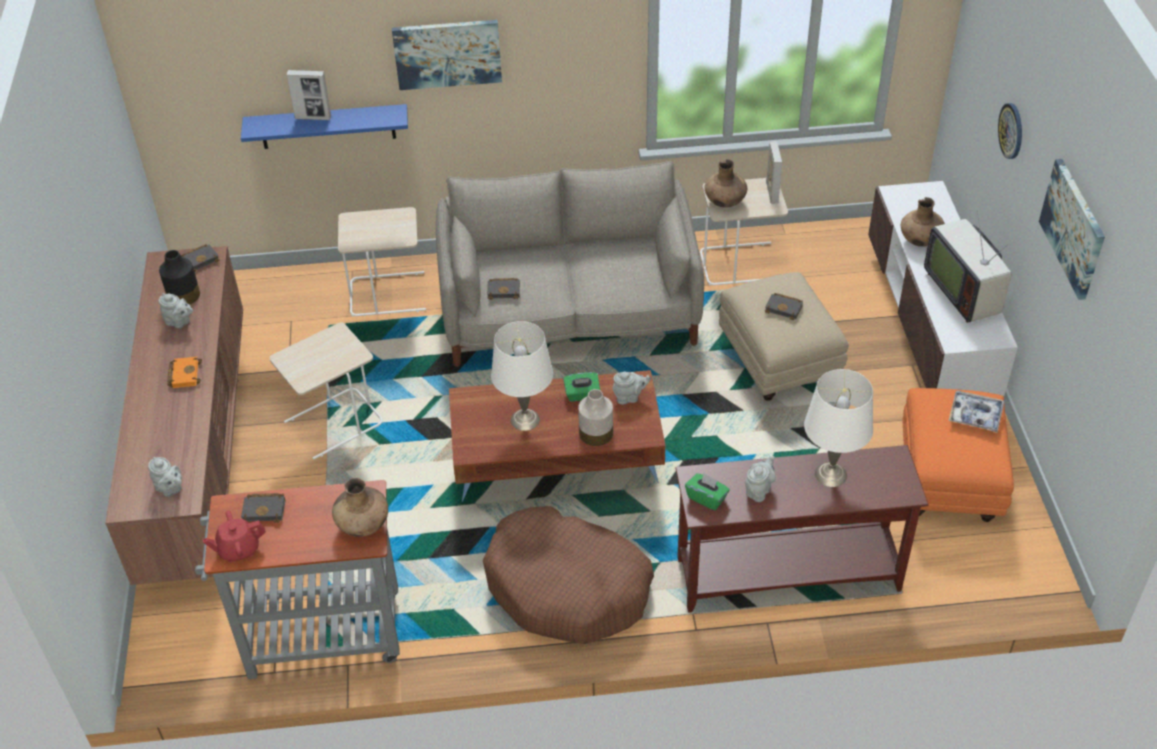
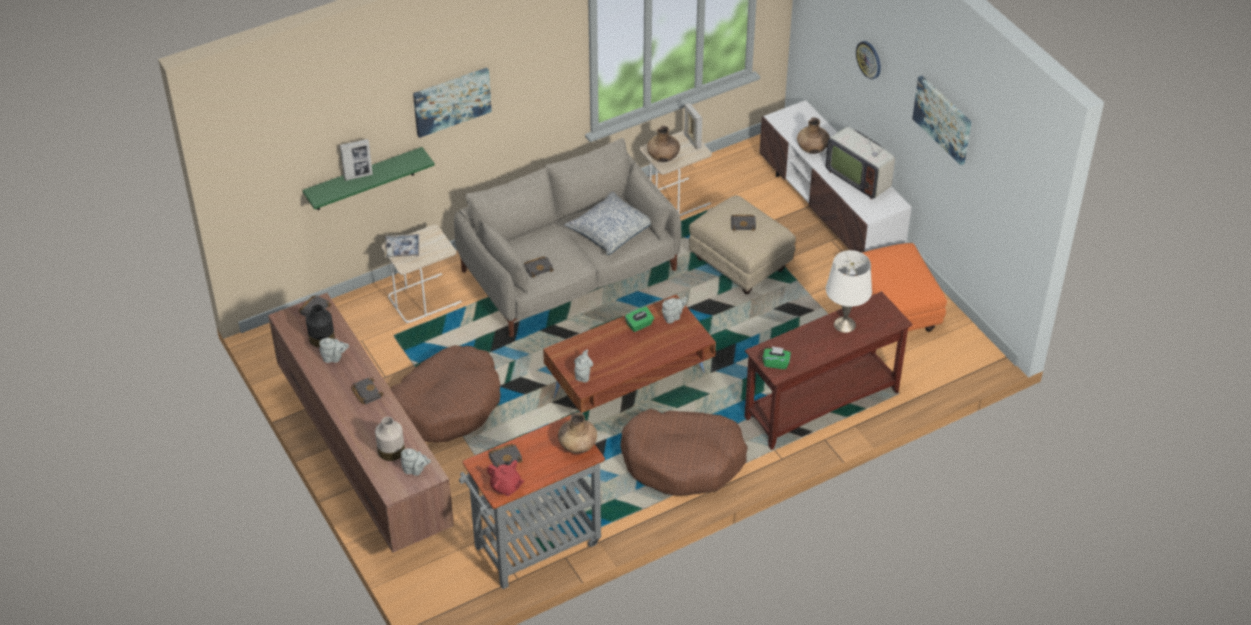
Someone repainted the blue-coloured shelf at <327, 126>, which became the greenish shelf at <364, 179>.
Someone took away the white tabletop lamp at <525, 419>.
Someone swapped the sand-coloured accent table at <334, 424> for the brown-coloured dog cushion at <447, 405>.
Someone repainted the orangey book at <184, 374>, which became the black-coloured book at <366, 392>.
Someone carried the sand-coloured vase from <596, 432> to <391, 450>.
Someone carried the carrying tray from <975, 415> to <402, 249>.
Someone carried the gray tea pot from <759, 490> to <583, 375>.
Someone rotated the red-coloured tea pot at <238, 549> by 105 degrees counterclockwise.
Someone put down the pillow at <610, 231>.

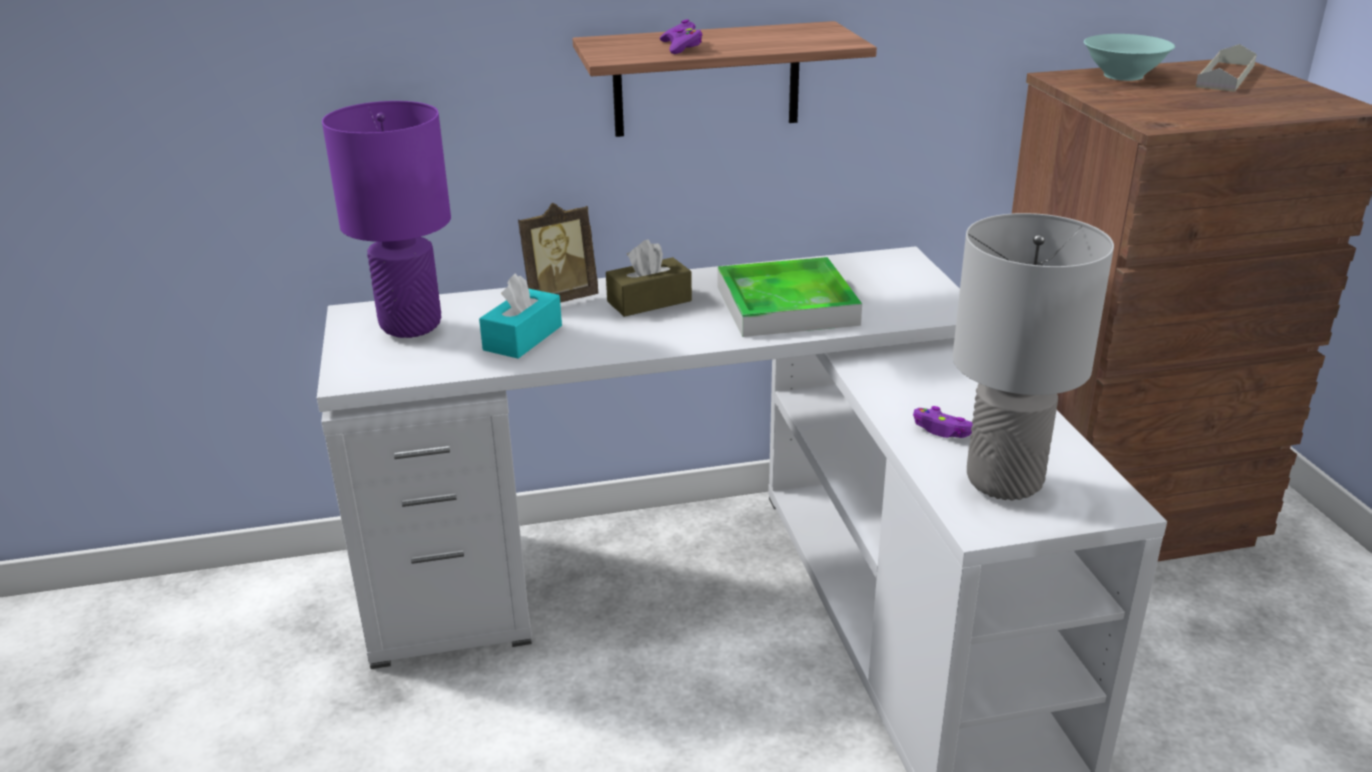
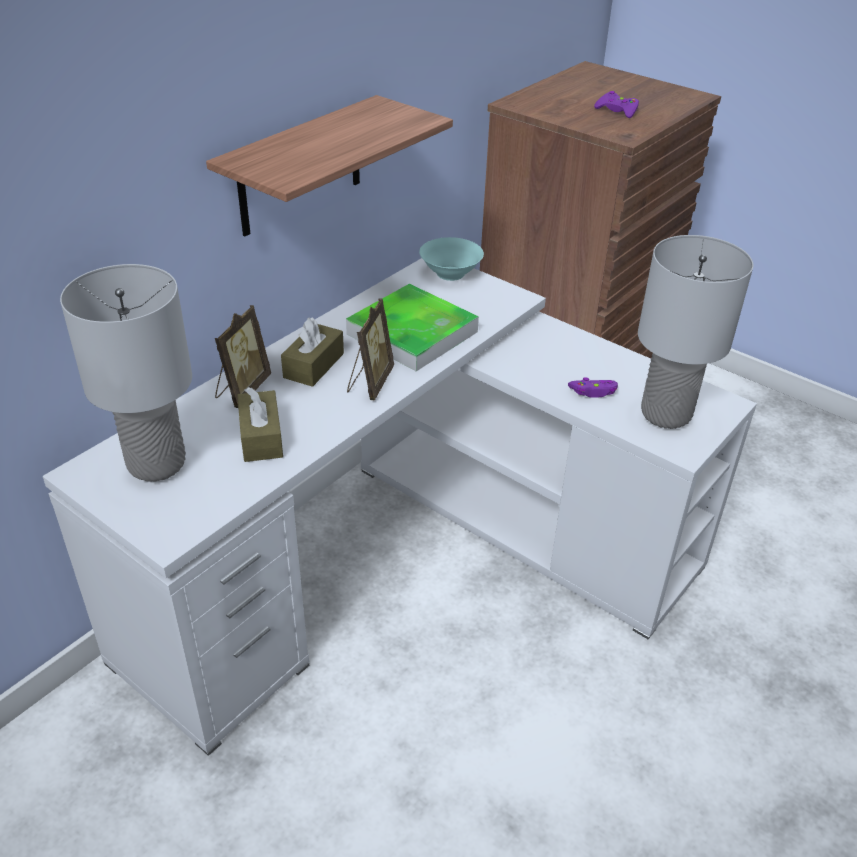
Someone carried the purplish joypad from <681, 47> to <617, 111>.
Someone carried the turquoise-coloured deep dish from <1122, 75> to <449, 273>.
Someone took away the gray carrying tray at <1225, 76>.
Someone repainted the purplish tabletop lamp at <412, 330>, which became the gray tabletop lamp at <158, 468>.
Someone repainted the turquoise-coloured tissue holder at <523, 338>, which became the brown-coloured tissue holder at <261, 437>.
Someone put down the photo frame at <369, 383>.

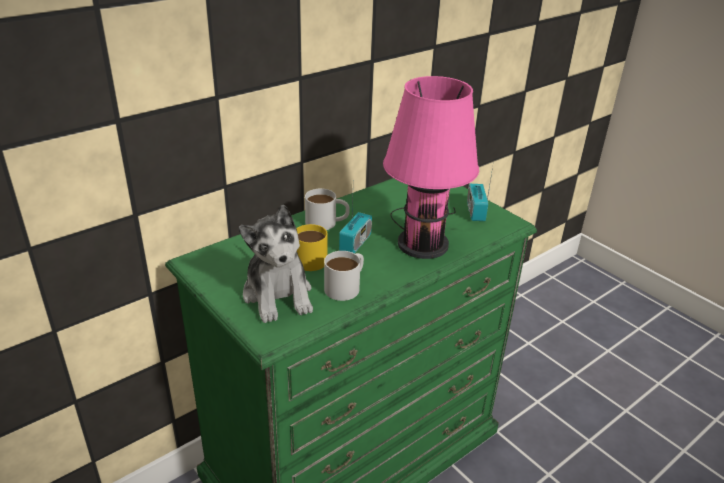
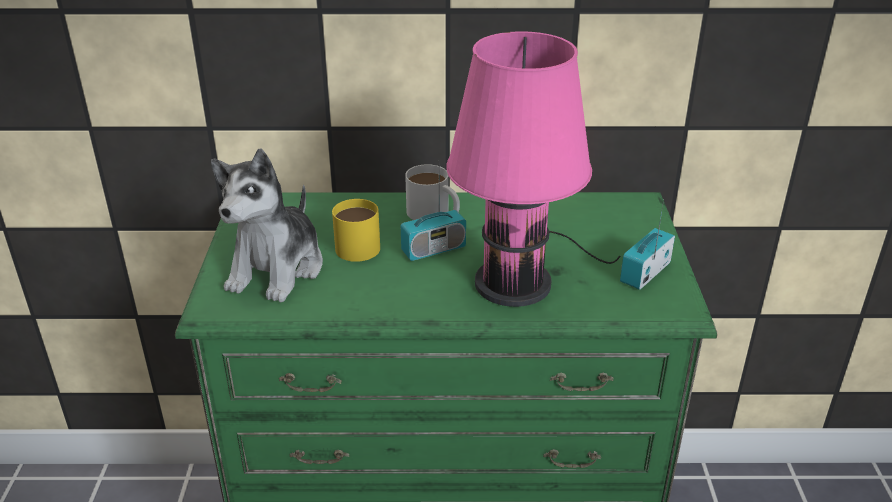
Someone took away the white coffee mug at <346, 286>.

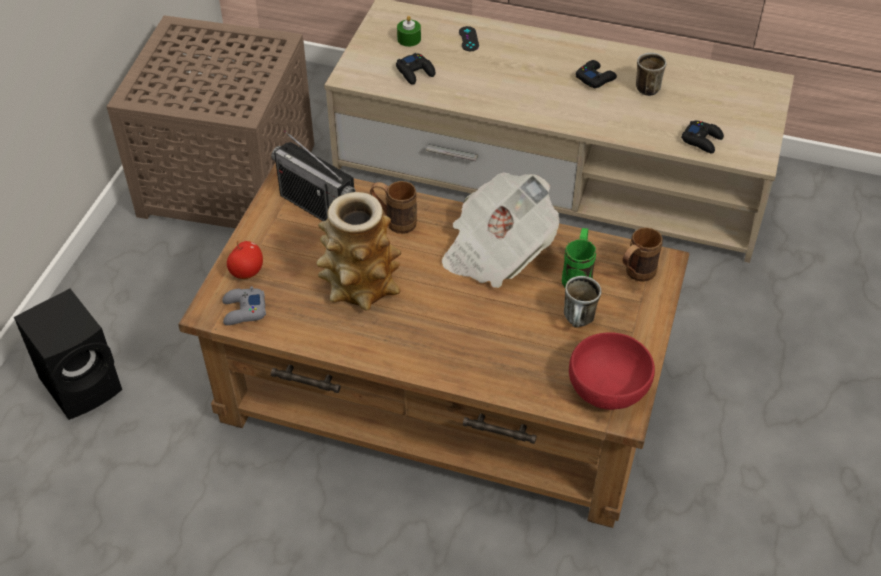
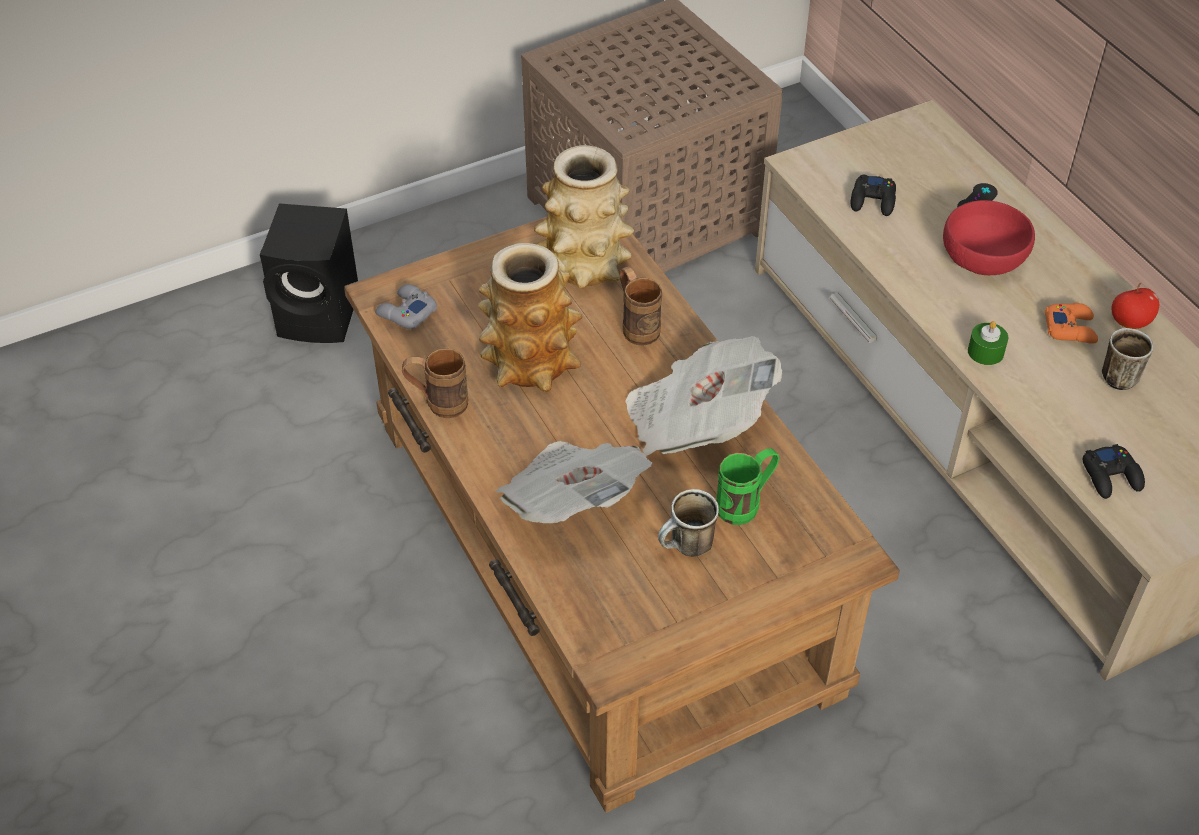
Someone carried the greenish candle from <409, 39> to <985, 352>.
Someone repainted the black-coloured joypad at <595, 78>, which became the orangey joypad at <1070, 328>.
Someone swapped the radio at <318, 208> for the vase at <584, 265>.
Someone carried the brown-coloured coffee mug from <635, 275> to <438, 403>.
Someone carried the apple fruit from <247, 272> to <1130, 322>.
Someone carried the red-coloured deep dish from <609, 386> to <984, 258>.
Someone put down the daily paper at <572, 503>.

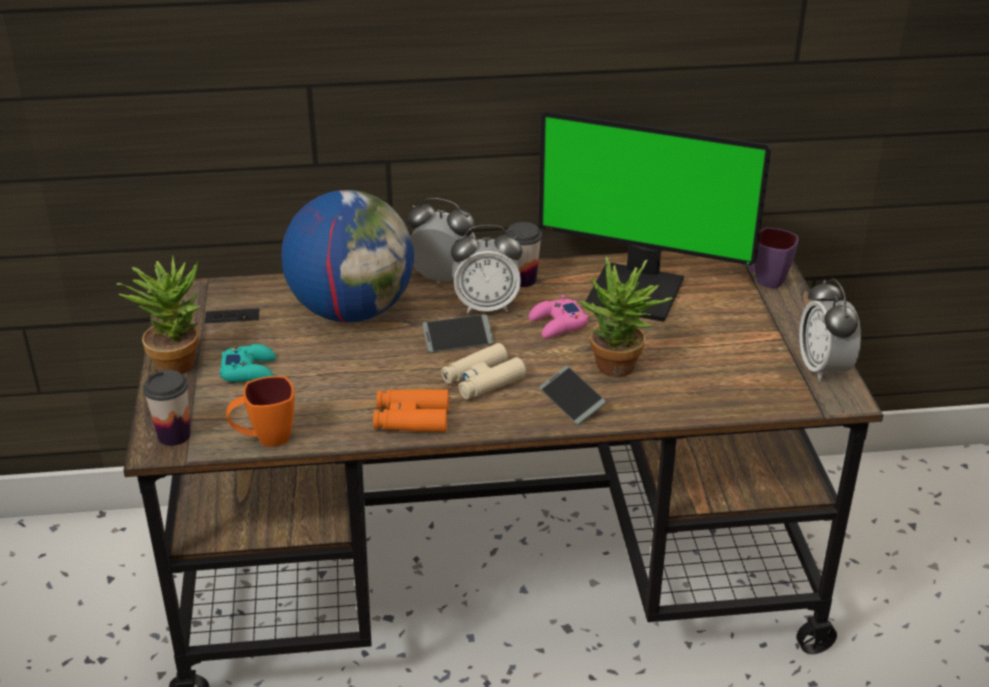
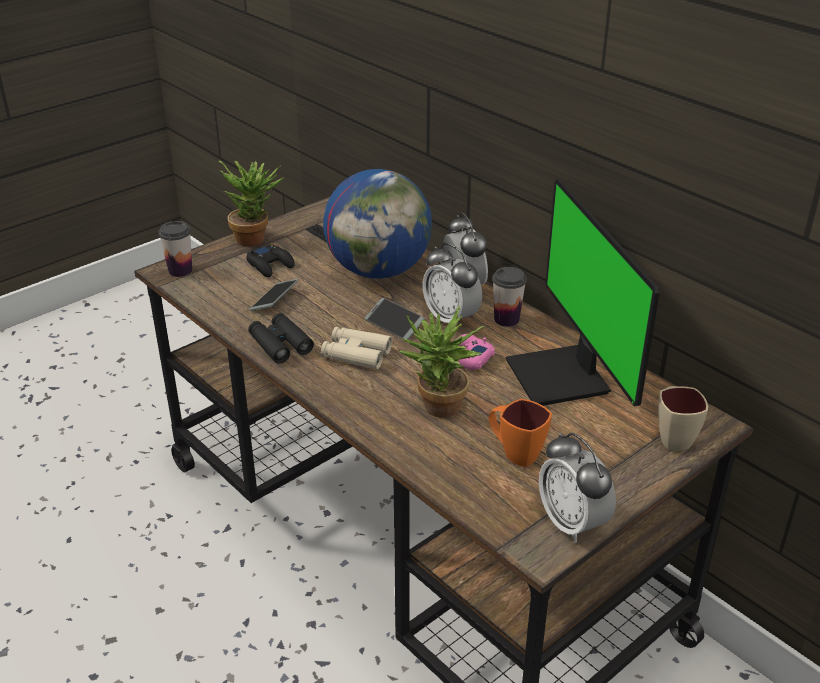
Someone repainted the purplish coffee mug at <762, 279>, which became the sand-coloured coffee mug at <672, 436>.
Someone rotated the bedside clock at <823, 369> by 75 degrees counterclockwise.
Someone repainted the turquoise-coloured joypad at <250, 371>, which became the black-coloured joypad at <270, 265>.
Someone carried the telephone from <572, 401> to <274, 300>.
Someone carried the orangey coffee mug from <264, 439> to <515, 453>.
Someone repainted the orangey binoculars at <411, 419>, which became the black-coloured binoculars at <280, 344>.

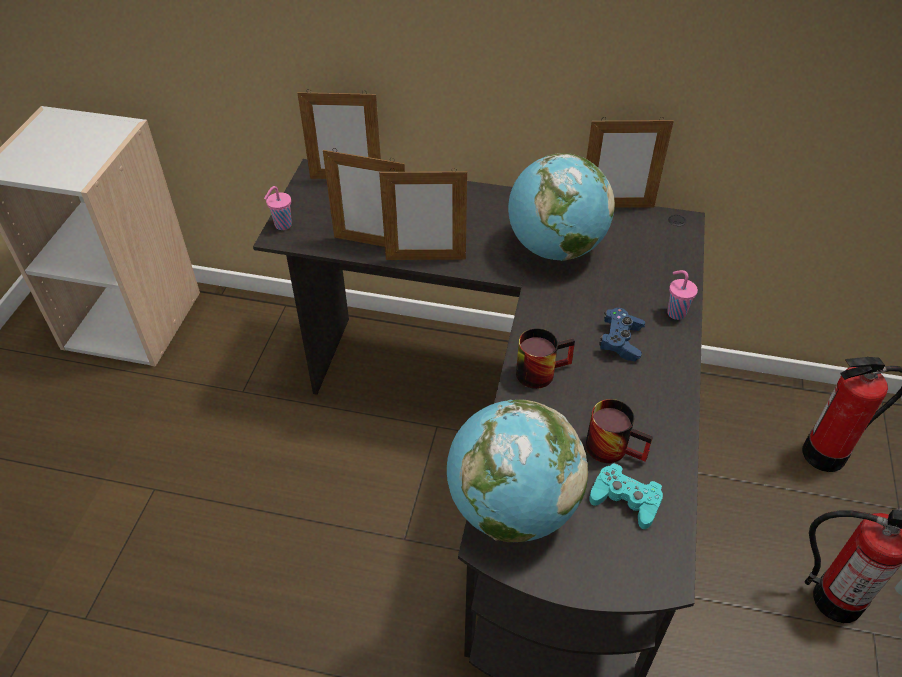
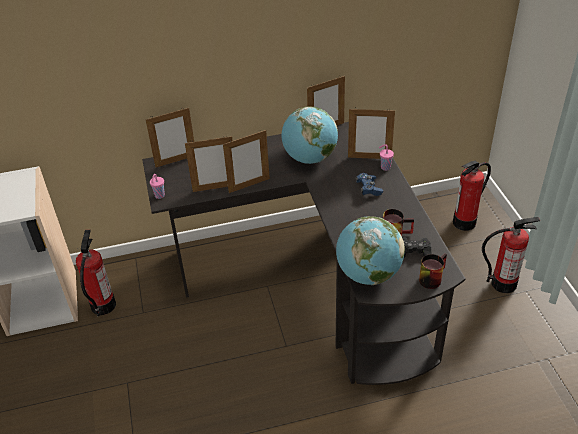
Someone carried the coffee mug from <540, 369> to <431, 277>.
Someone repainted the turquoise-coloured joypad at <625, 500>, which became the black-coloured joypad at <413, 252>.
Someone put down the photo frame at <369, 158>.
Someone put down the extinguisher at <103, 305>.

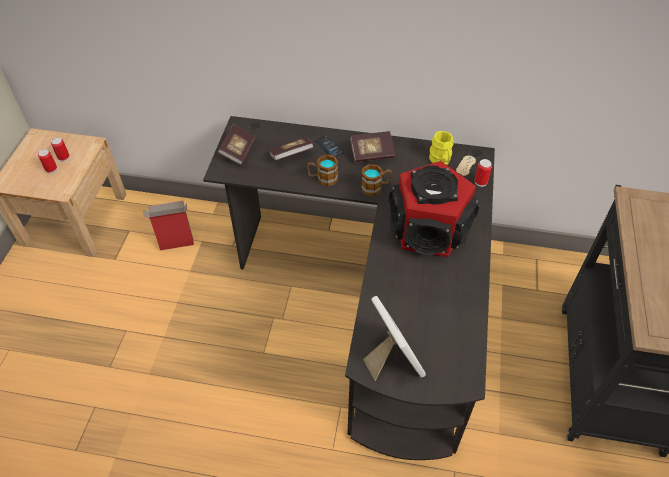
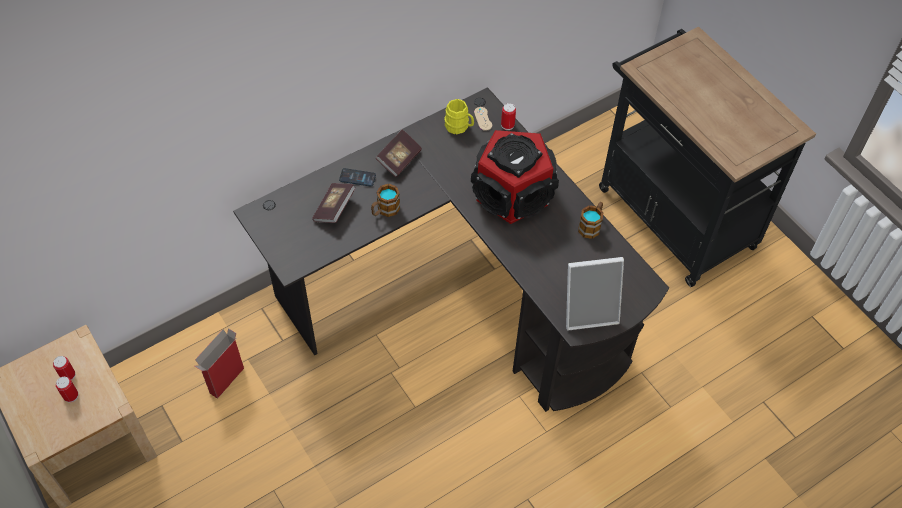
Someone took away the book at <238, 151>.
Someone carried the coffee mug from <375, 187> to <591, 226>.
Someone rotated the photo frame at <392, 360> by 150 degrees clockwise.

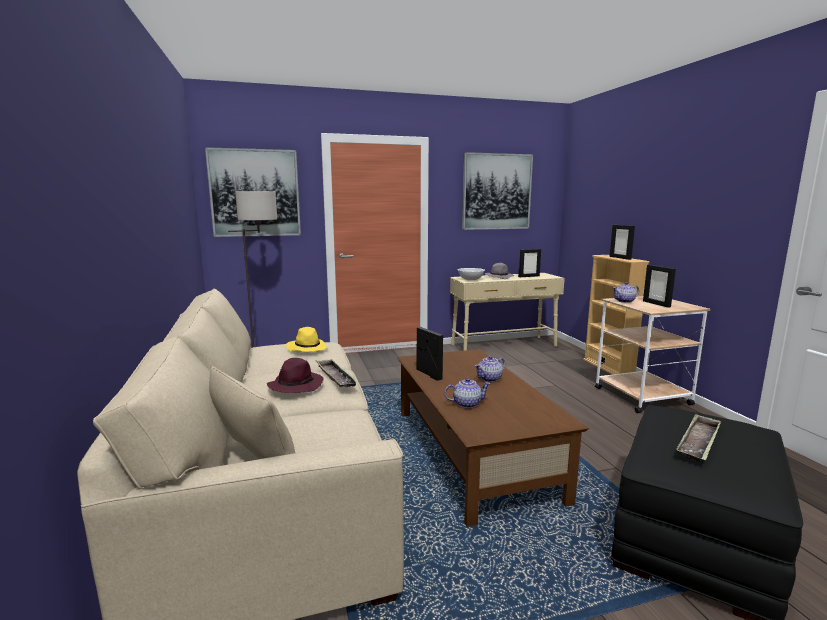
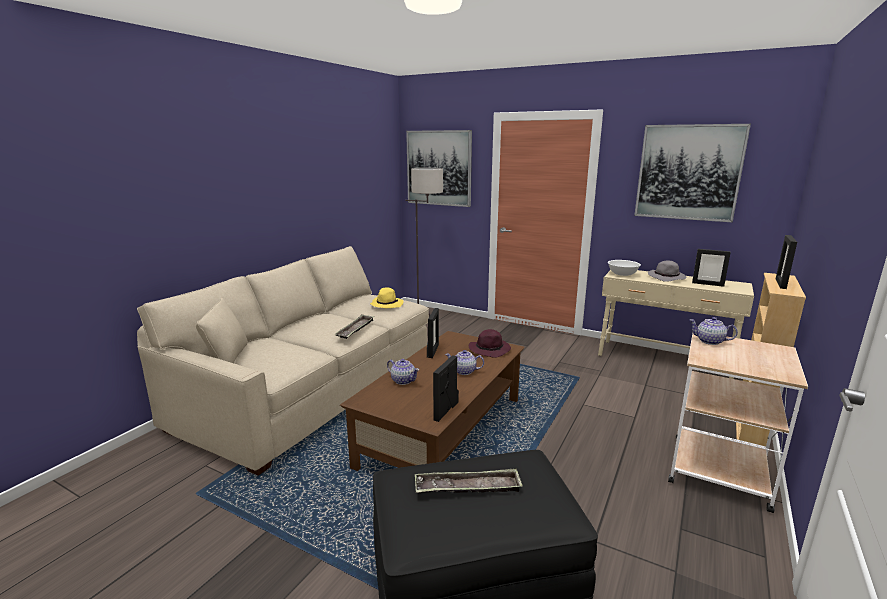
Someone carried the photo frame from <657, 304> to <446, 411>.
Someone carried the purplish wearable hat from <296, 385> to <490, 349>.

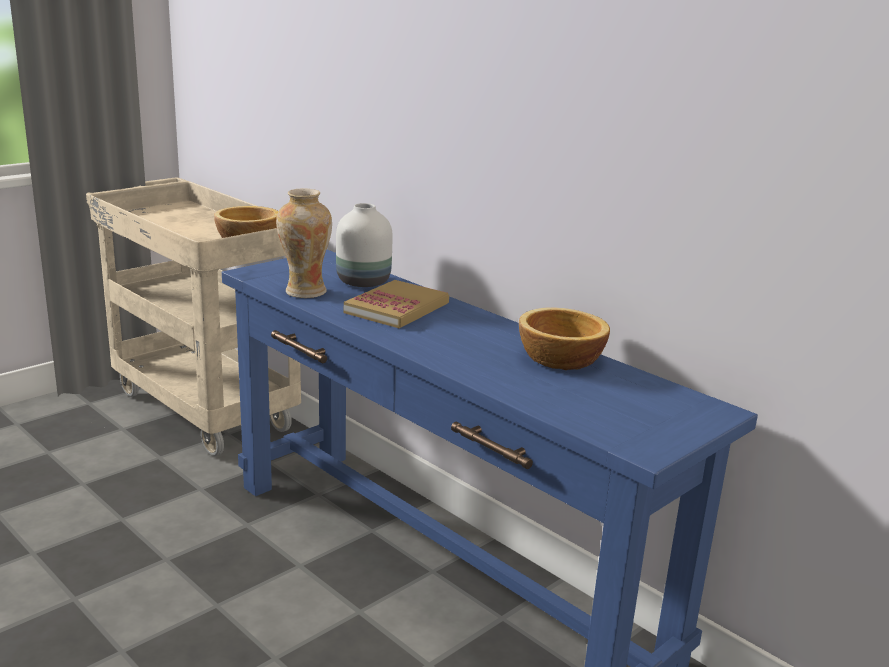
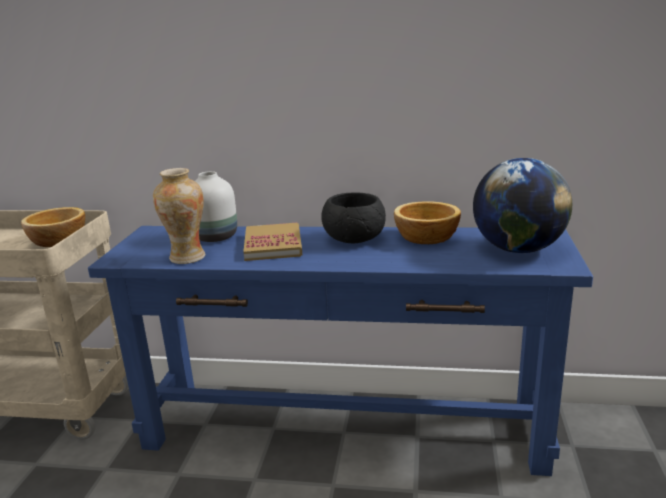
Someone put down the world globe at <518, 249>.
Someone put down the black-coloured deep dish at <354, 239>.

